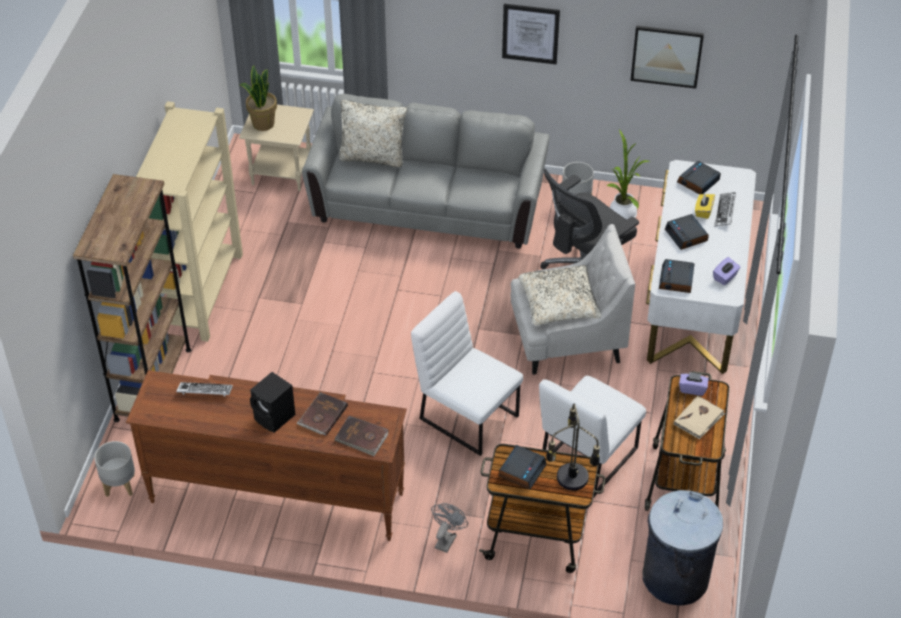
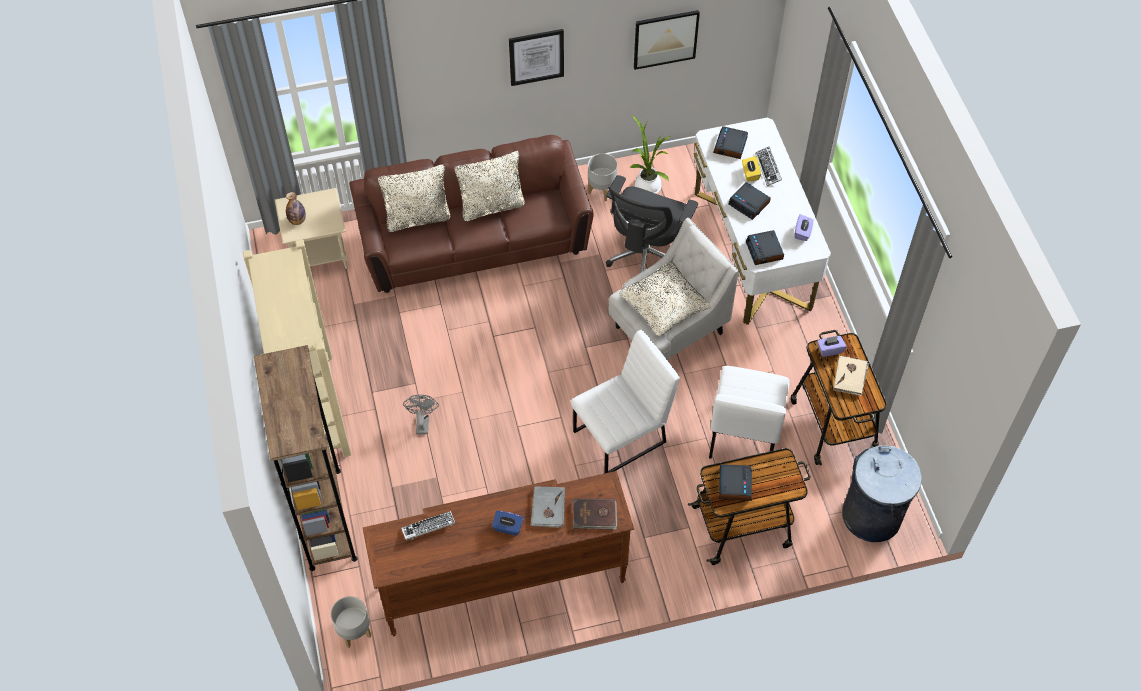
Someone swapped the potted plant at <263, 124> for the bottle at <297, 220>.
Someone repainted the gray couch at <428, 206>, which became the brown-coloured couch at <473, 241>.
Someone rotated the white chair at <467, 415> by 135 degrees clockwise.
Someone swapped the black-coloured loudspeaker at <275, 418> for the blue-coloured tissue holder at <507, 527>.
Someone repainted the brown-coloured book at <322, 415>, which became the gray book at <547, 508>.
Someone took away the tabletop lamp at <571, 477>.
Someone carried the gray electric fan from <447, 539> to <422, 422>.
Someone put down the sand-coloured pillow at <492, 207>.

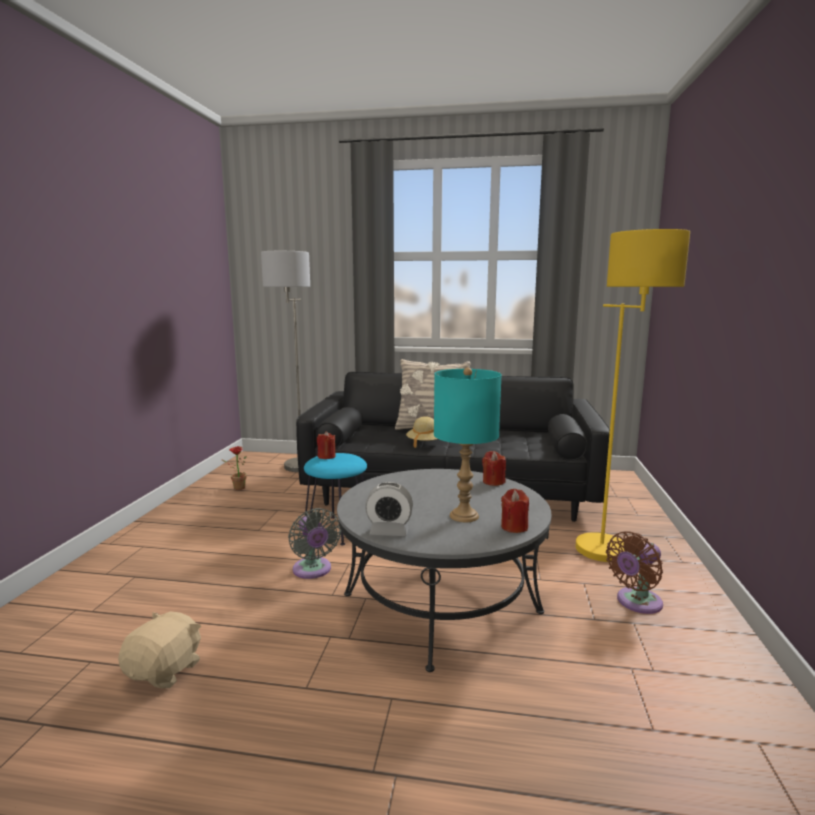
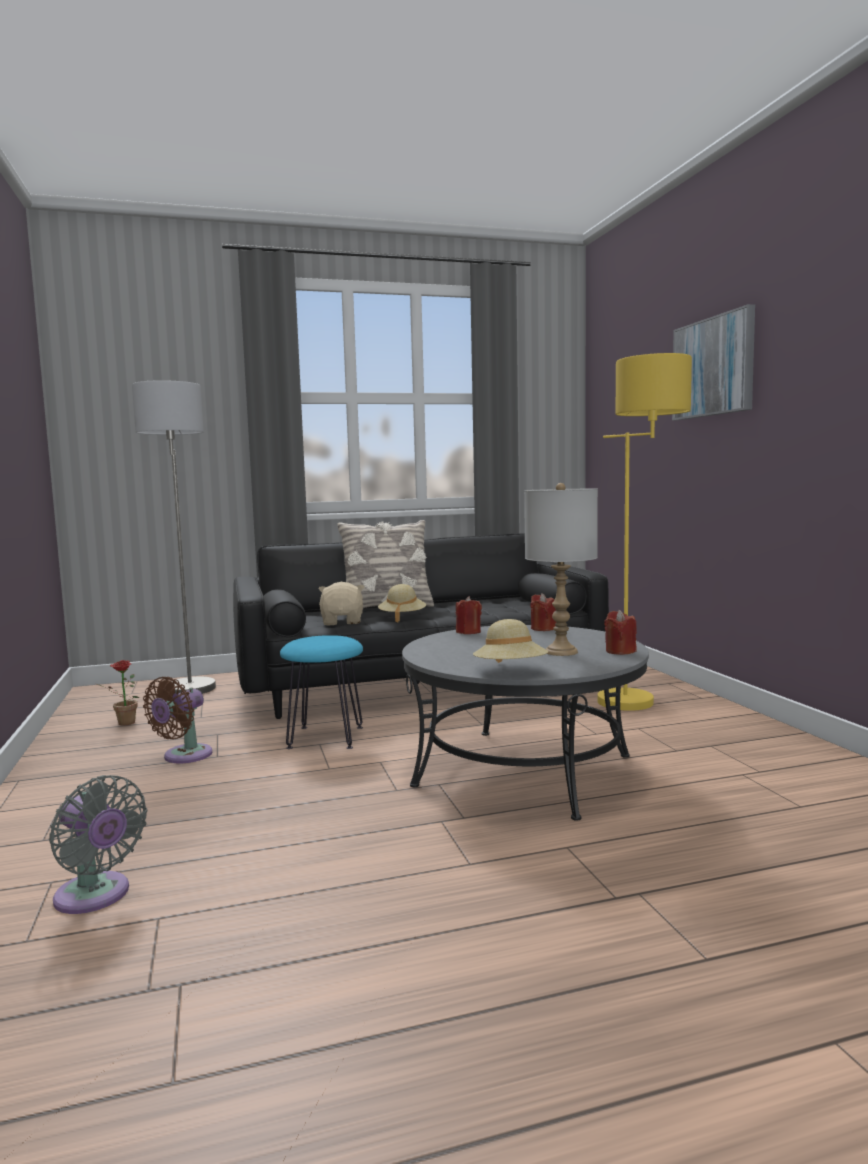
Someone repainted the turquoise-coloured tabletop lamp at <463, 516>, which became the gray tabletop lamp at <560, 652>.
Someone carried the red-coloured candle from <326, 456> to <468, 632>.
Someone swapped the bedside clock at <389, 532> for the sand-coloured wearable hat at <510, 671>.
Someone carried the gray electric fan from <313, 571> to <96, 897>.
Someone carried the brown-coloured electric fan from <636, 602> to <183, 756>.
Someone carried the sand-coloured cuddly toy from <165, 671> to <343, 622>.
Someone put up the wall art at <713, 367>.

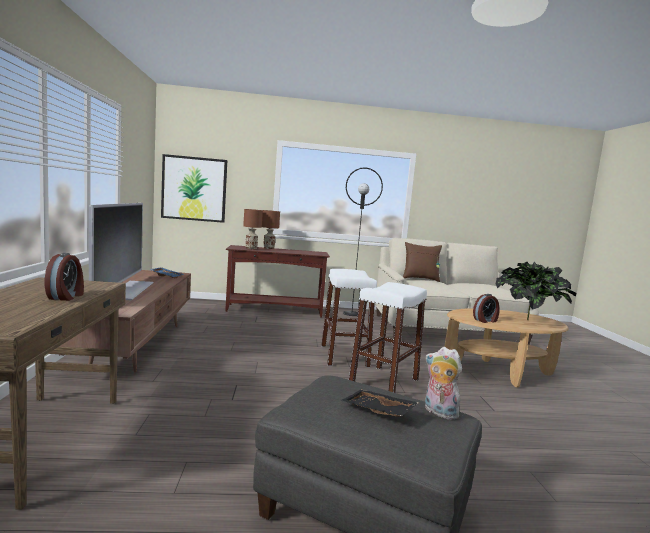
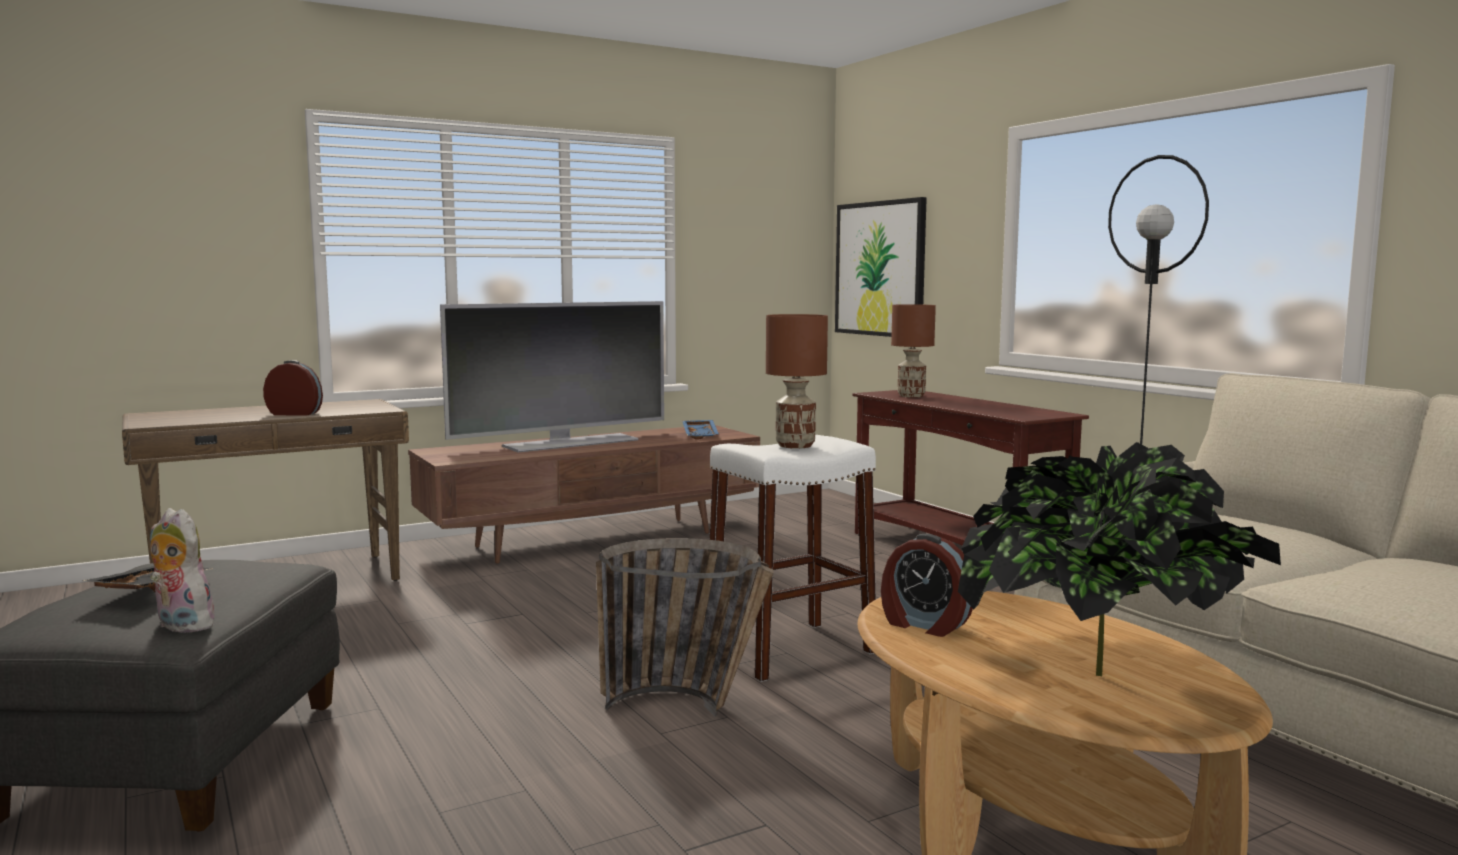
Someone carried the brown-coloured tabletop lamp from <269, 248> to <796, 446>.
Someone took away the brown-coloured pillow at <420, 279>.
Someone rotated the bedside clock at <66, 296> by 150 degrees counterclockwise.
Someone swapped the white sitting stool at <384, 382> for the basket at <689, 707>.
Someone rotated the cuddly toy at <438, 412> by 75 degrees counterclockwise.

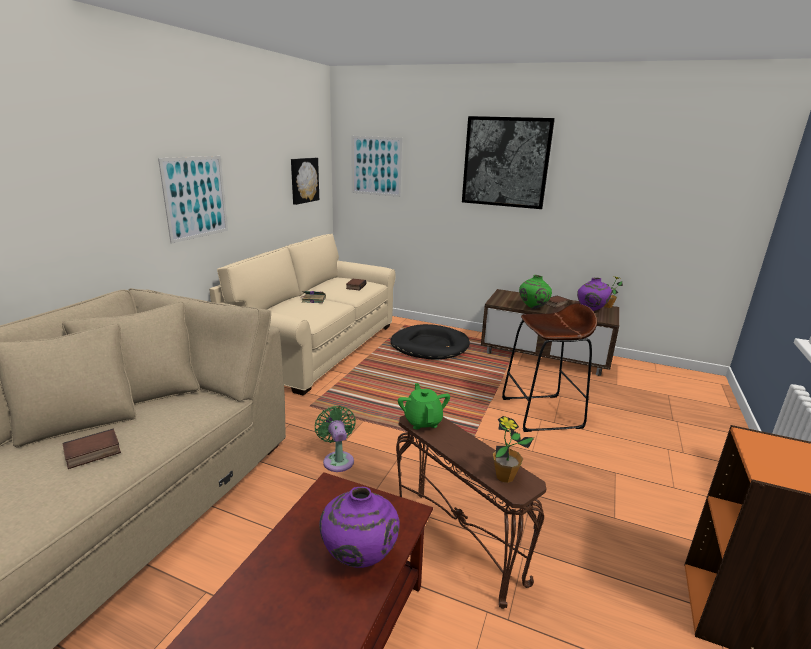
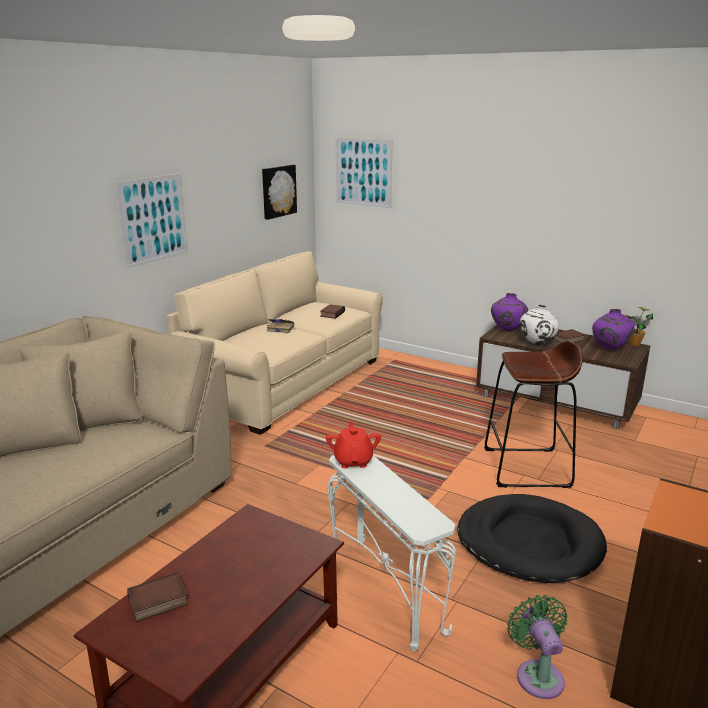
Someone took away the wall art at <505, 162>.
Someone repainted the greenish vase at <532, 308>, which became the white vase at <536, 344>.
Someone carried the black-coloured dog cushion from <429, 346> to <529, 543>.
Someone repainted the greenish tea pot at <423, 421>, which became the red-coloured tea pot at <353, 461>.
Someone carried the greenish electric fan from <338, 459> to <538, 674>.
Someone repainted the brown-coloured accent table at <456, 544>, which became the white accent table at <385, 591>.
Someone took away the potted plant at <504, 477>.
Someone carried the book from <92, 453> to <157, 603>.
Someone carried the purplish vase from <359, 558> to <507, 330>.

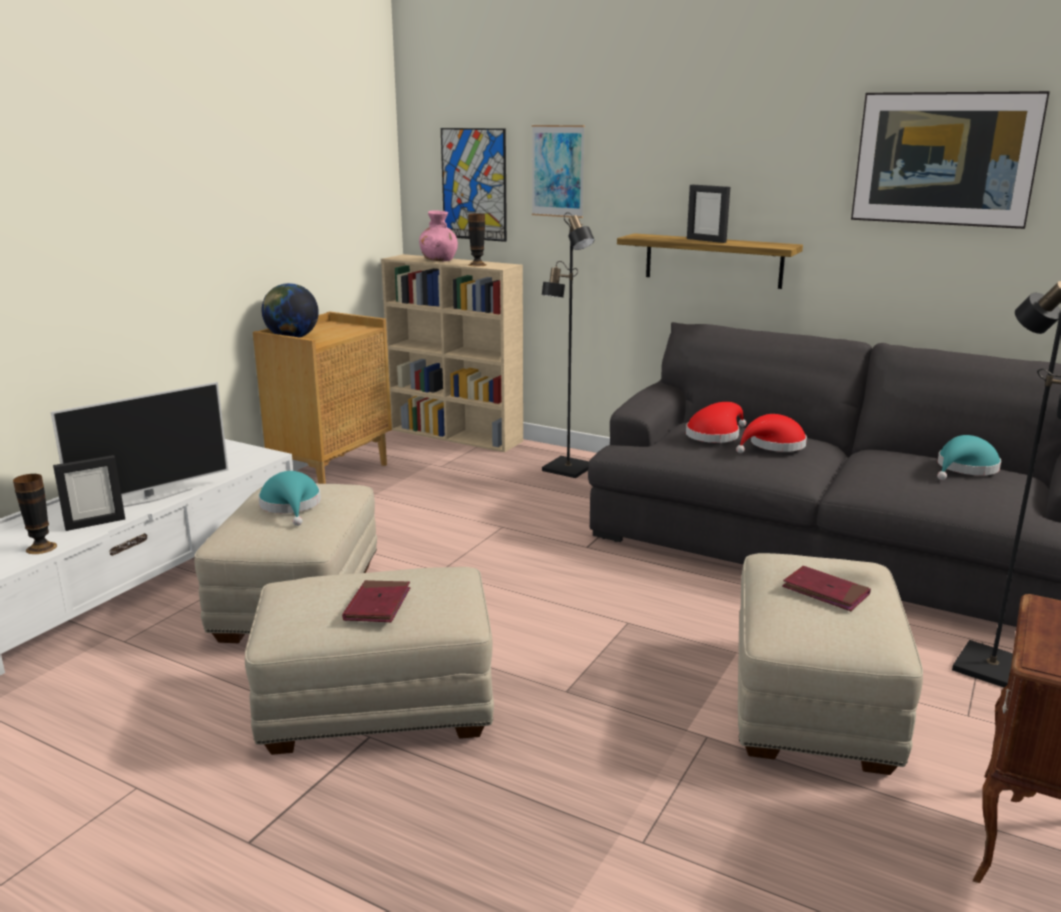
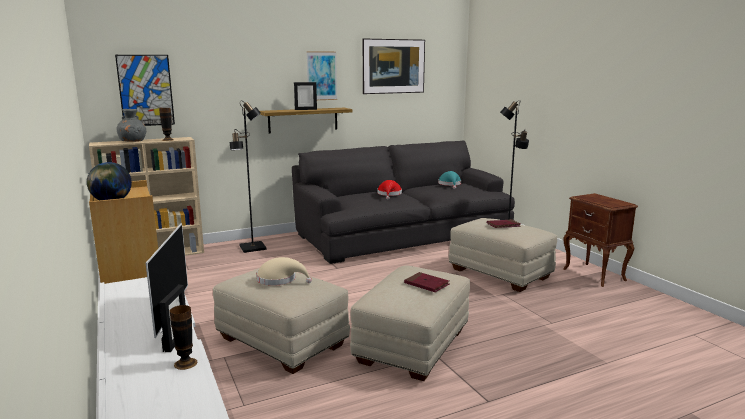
Someone carried the wall art from <557, 171> to <321, 76>.
Someone repainted the pinkish vase at <439, 260>, which became the gray vase at <133, 141>.
Someone took away the red-coloured wearable hat at <715, 435>.
Someone repainted the turquoise-coloured wearable hat at <291, 506>, which became the sand-coloured wearable hat at <280, 279>.

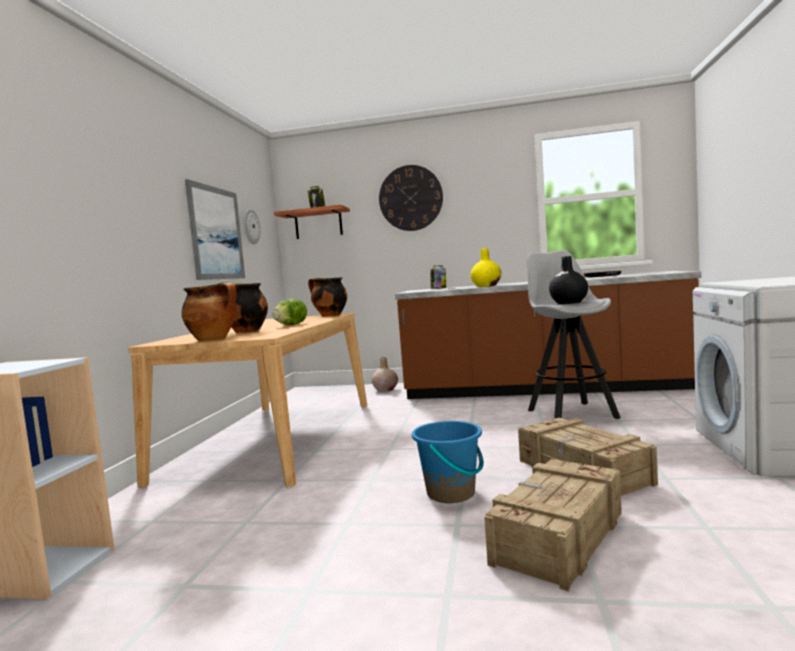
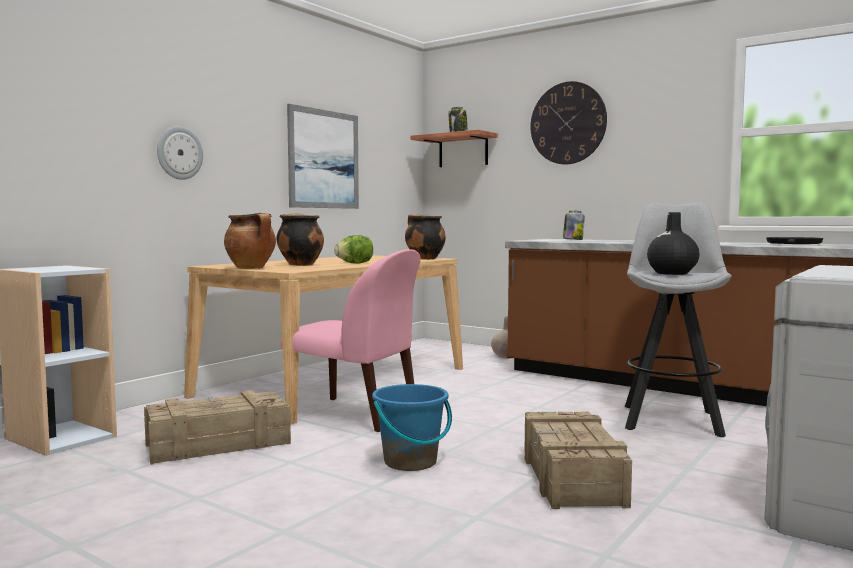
Someone carried the wall clock from <251, 226> to <179, 153>.
Someone took away the yellow vase at <486, 286>.
Someone carried the packing crate from <557, 537> to <217, 444>.
Someone put down the pinkish chair at <356, 415>.

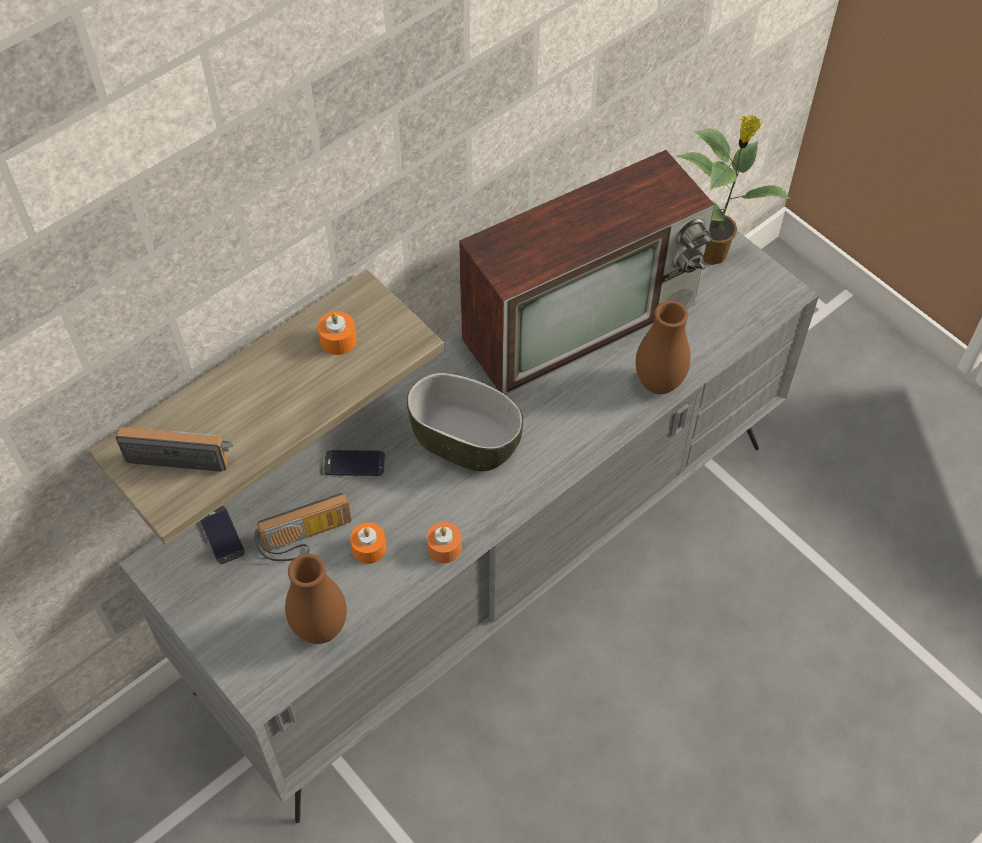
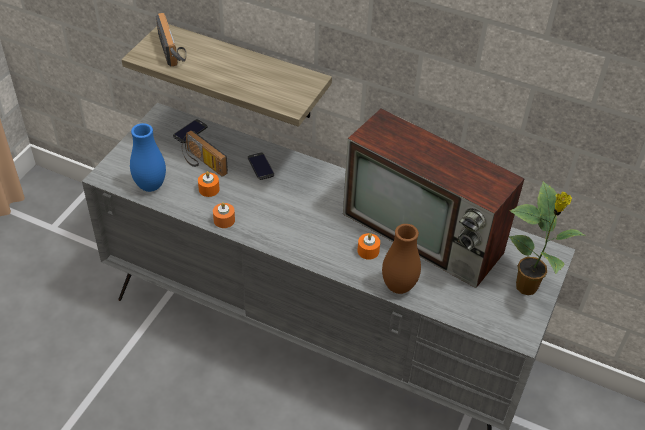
Someone carried the orangey candle from <338, 340> to <368, 251>.
Someone took away the deep dish at <465, 441>.
Someone repainted the brown-coloured vase at <320, 628>, which became the blue-coloured vase at <150, 186>.

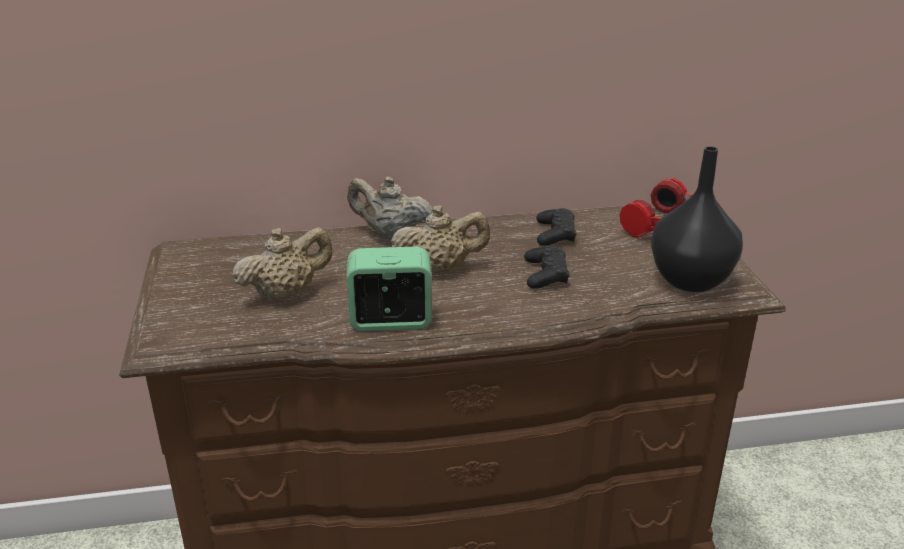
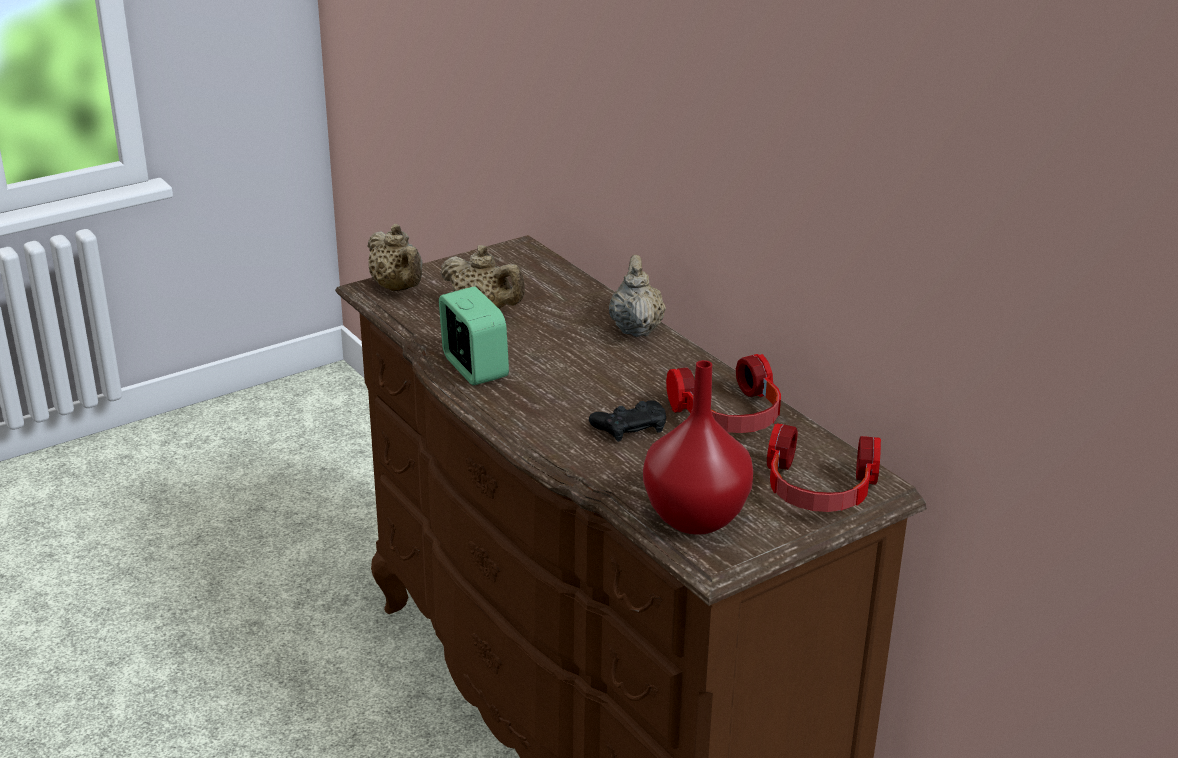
Someone repainted the black-coloured vase at <690, 281>, which became the red-coloured vase at <693, 517>.
Someone carried the sand-coloured tea pot from <440, 268> to <398, 288>.
Someone swapped the black-coloured joypad at <555, 234> for the pair of headphones at <729, 416>.

